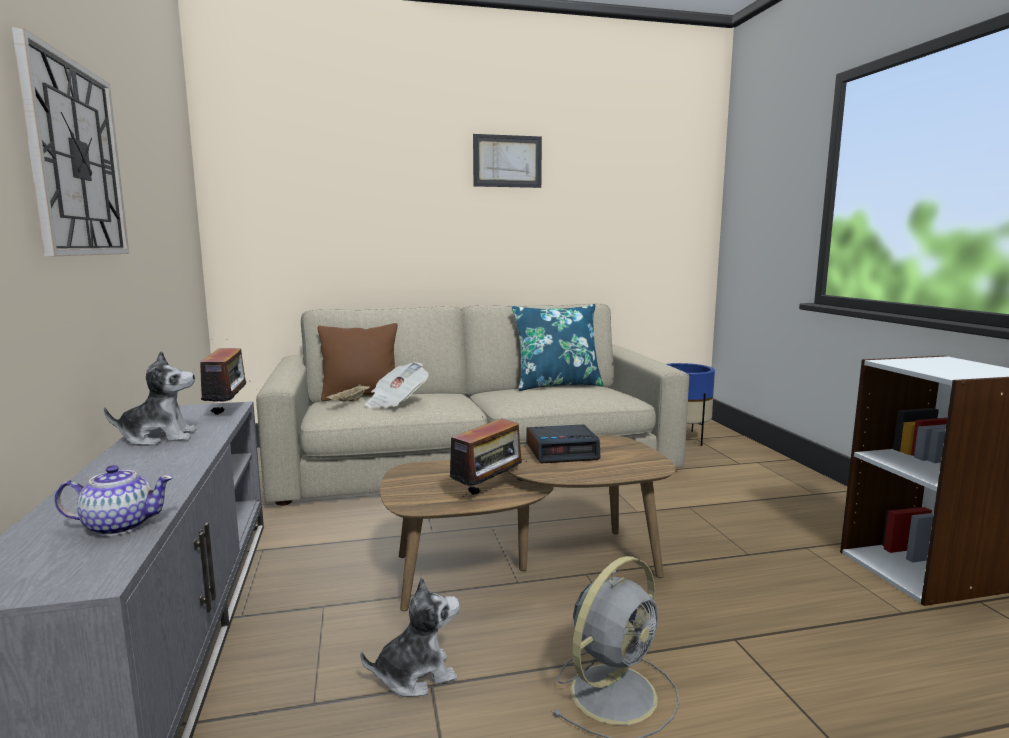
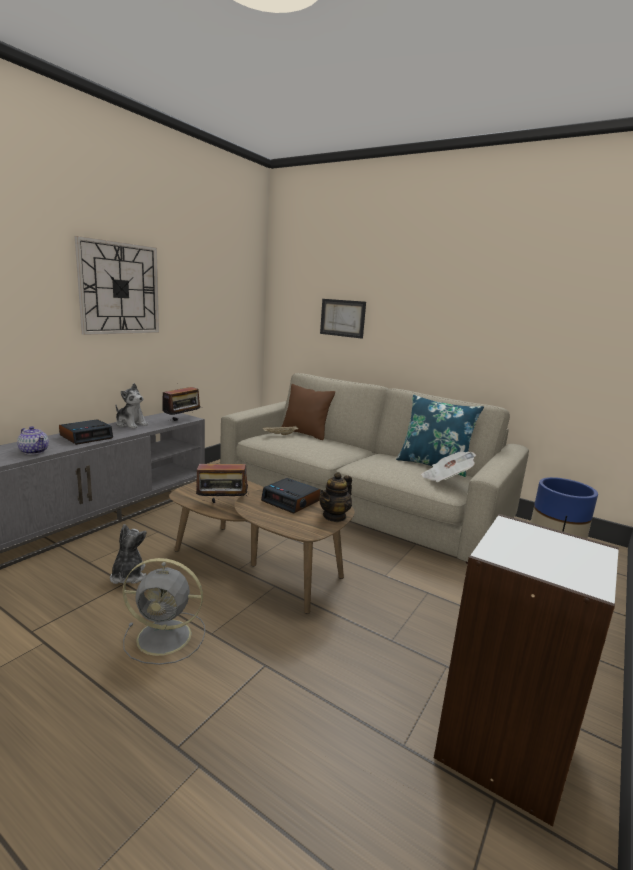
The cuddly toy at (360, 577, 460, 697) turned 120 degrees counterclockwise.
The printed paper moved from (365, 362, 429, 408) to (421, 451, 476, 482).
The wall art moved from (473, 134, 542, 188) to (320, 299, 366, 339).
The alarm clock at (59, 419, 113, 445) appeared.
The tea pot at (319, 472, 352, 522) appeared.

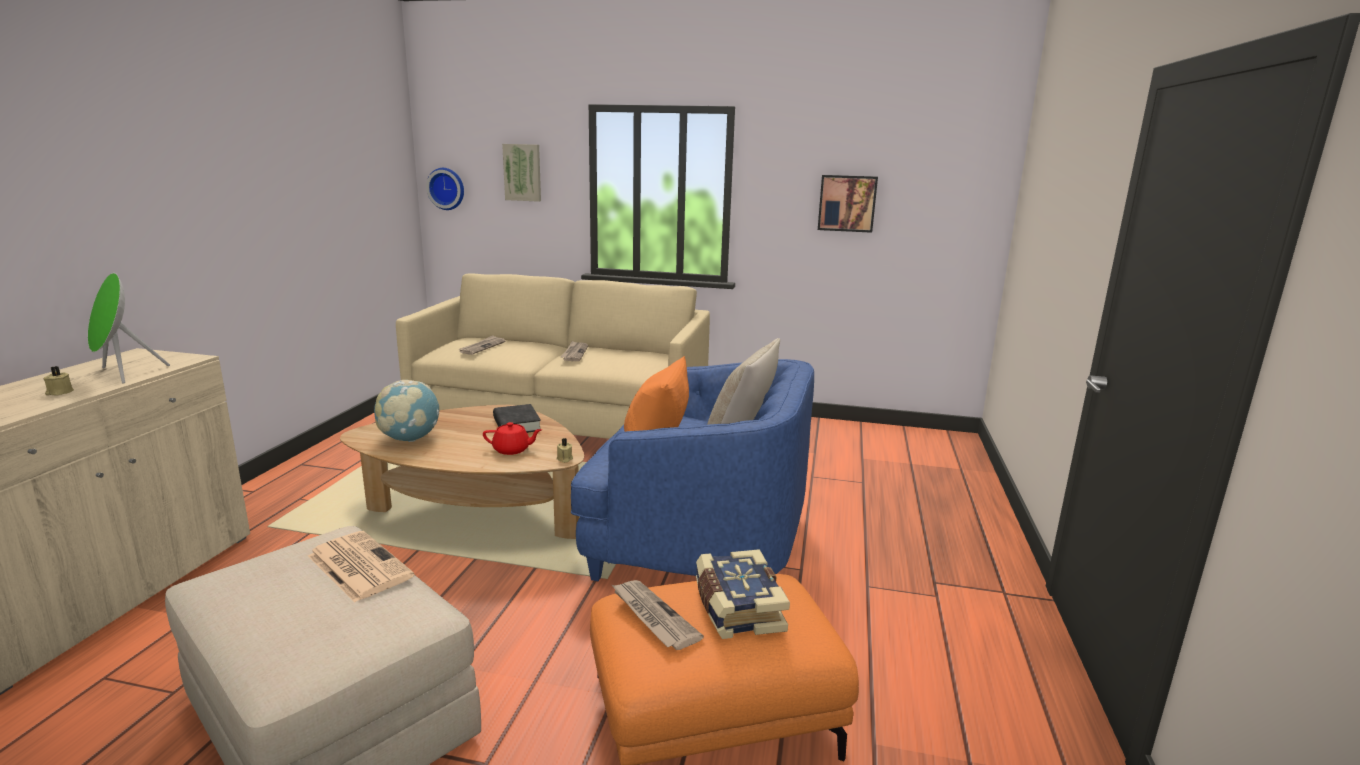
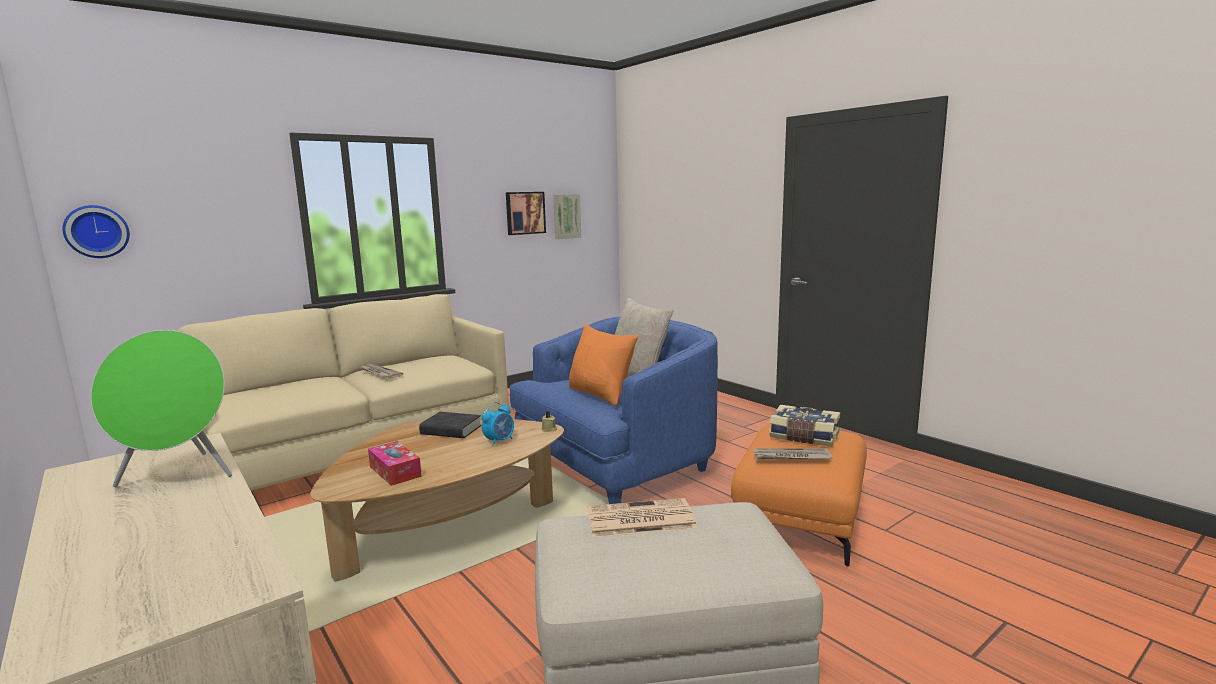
The wax candle/sand-coloured at (43, 366, 74, 396) disappeared.
The desk globe at (374, 380, 440, 442) was replaced by the tissue box at (368, 441, 422, 486).
The printed paper at (458, 335, 506, 355) disappeared.
The tea pot/reddish at (483, 422, 542, 455) was replaced by the alarm clock at (481, 402, 514, 446).
The wall art moved from (502, 144, 541, 202) to (553, 194, 581, 239).

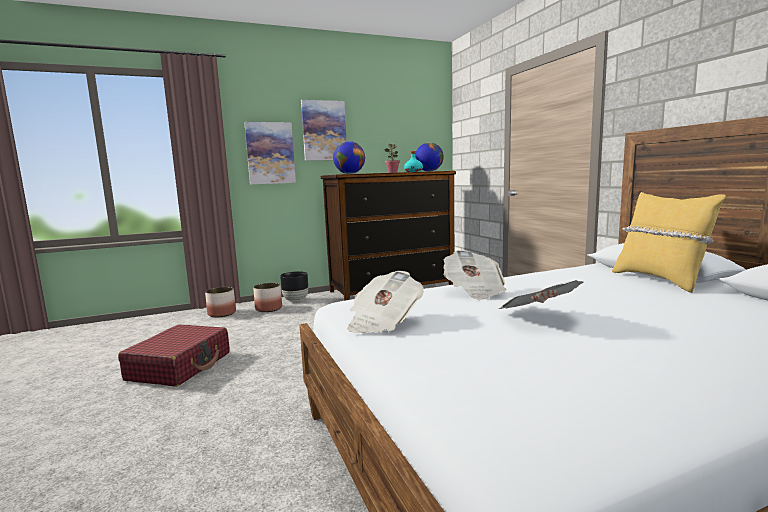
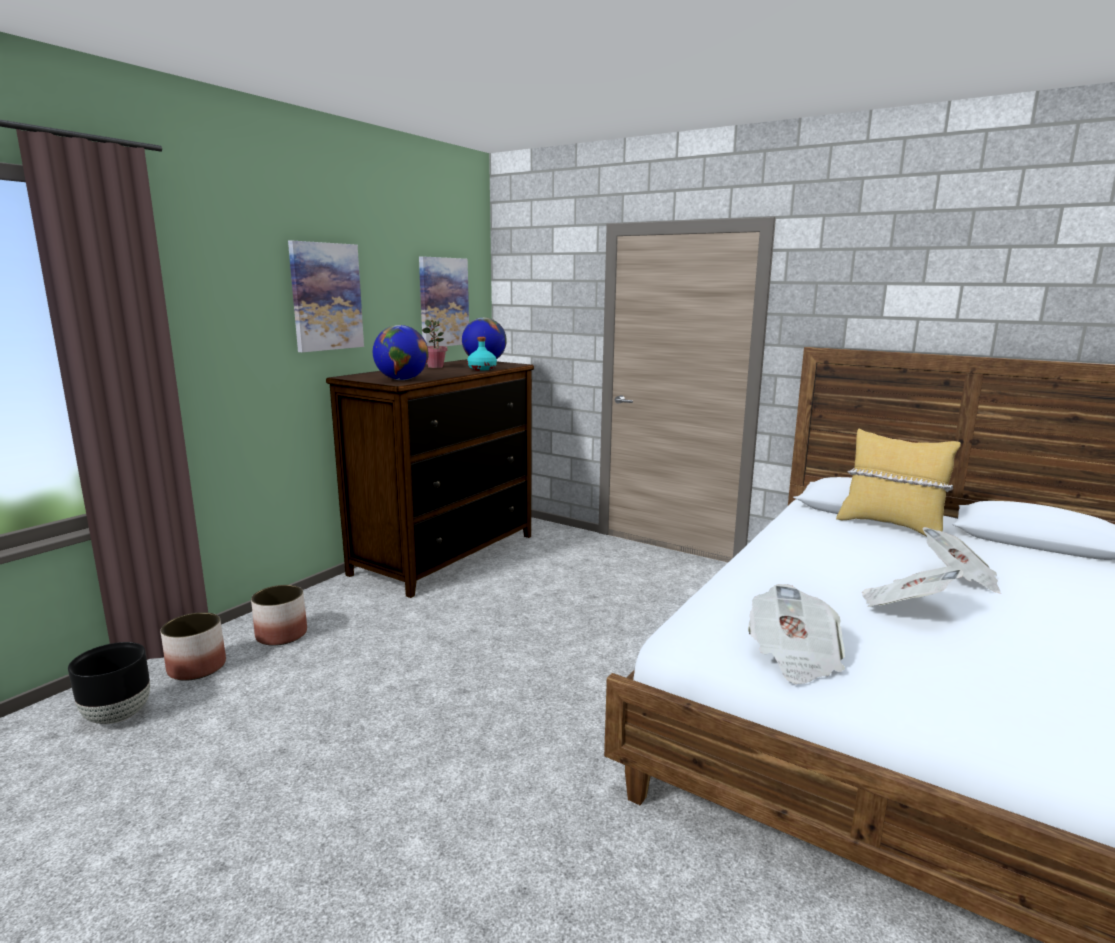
The suitcase/reddish at (118, 324, 230, 387) disappeared.
The wall art moved from (244, 122, 296, 185) to (419, 256, 469, 346).
The flower pot/black-coloured moved from (280, 271, 308, 302) to (68, 642, 150, 724).
The printed paper moved from (444, 250, 506, 300) to (923, 527, 1001, 594).

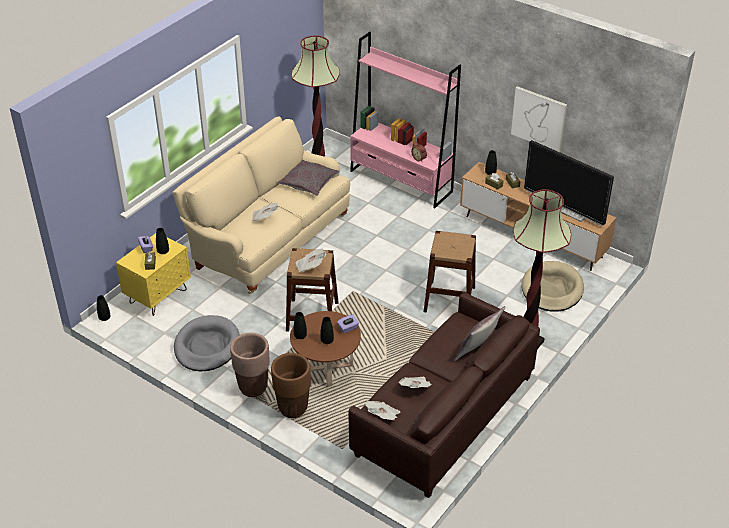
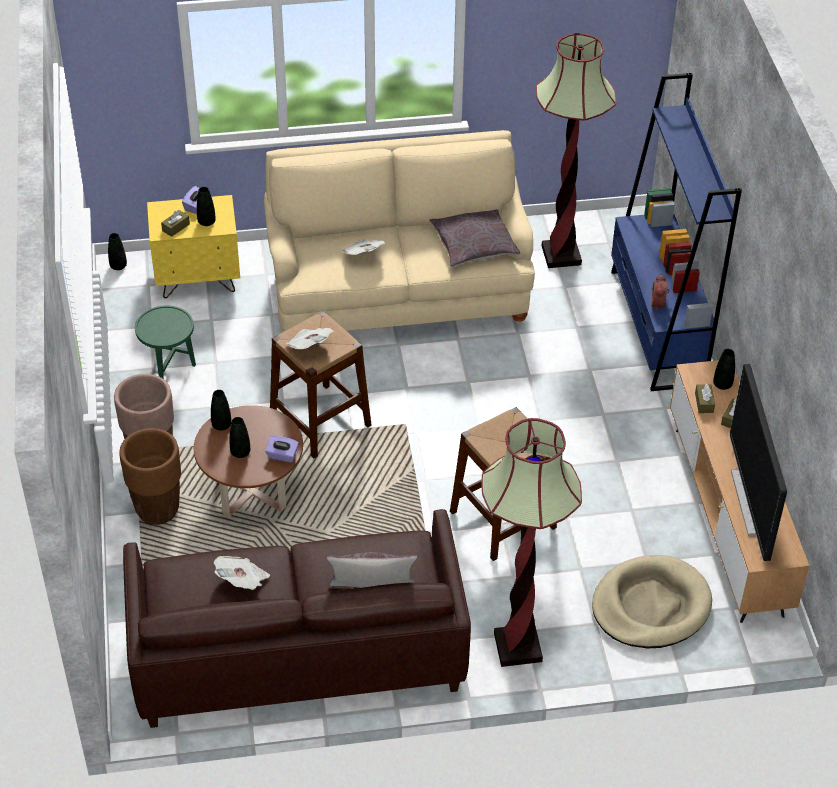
The pet bed/gray at (174, 315, 240, 371) was replaced by the side table/green-coloured at (135, 306, 196, 379).
The bookshelf/pink at (350, 32, 461, 208) became the bookshelf/blue at (611, 73, 742, 391).
The printed paper at (365, 401, 400, 420) disappeared.
The wall art at (511, 86, 567, 152) disappeared.

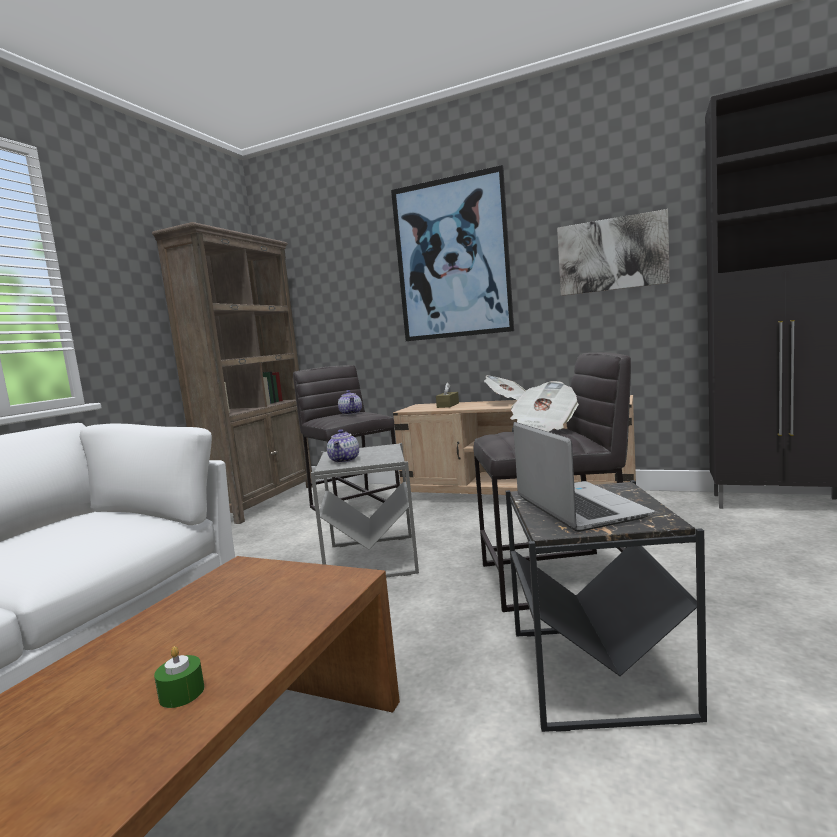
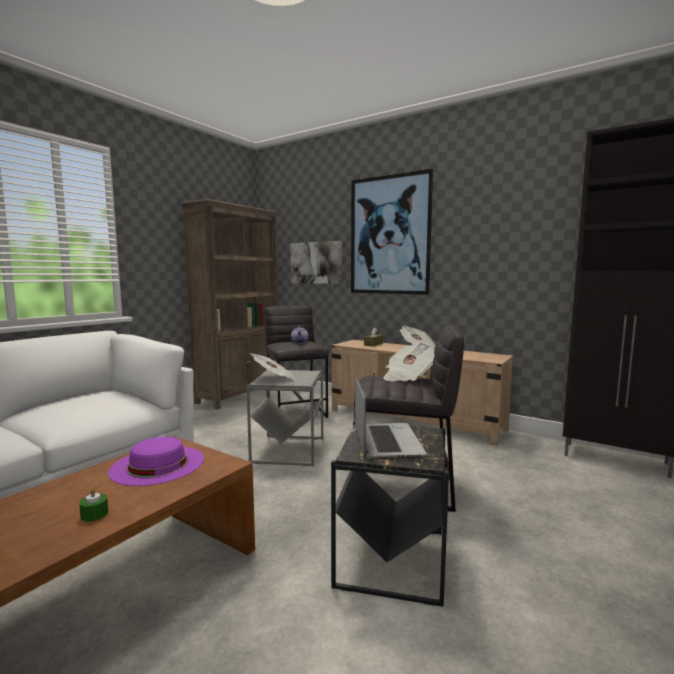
The tea pot at (327, 429, 359, 463) was replaced by the printed paper at (249, 353, 297, 380).
The wall art moved from (557, 209, 670, 296) to (291, 241, 342, 284).
The clothing hat/purple-coloured at (108, 437, 204, 486) appeared.

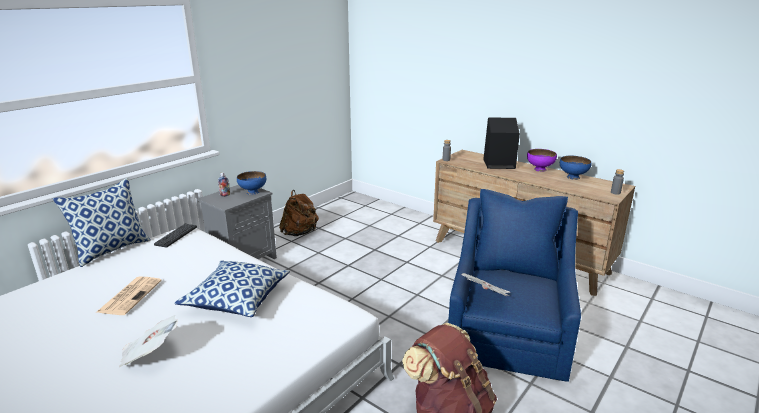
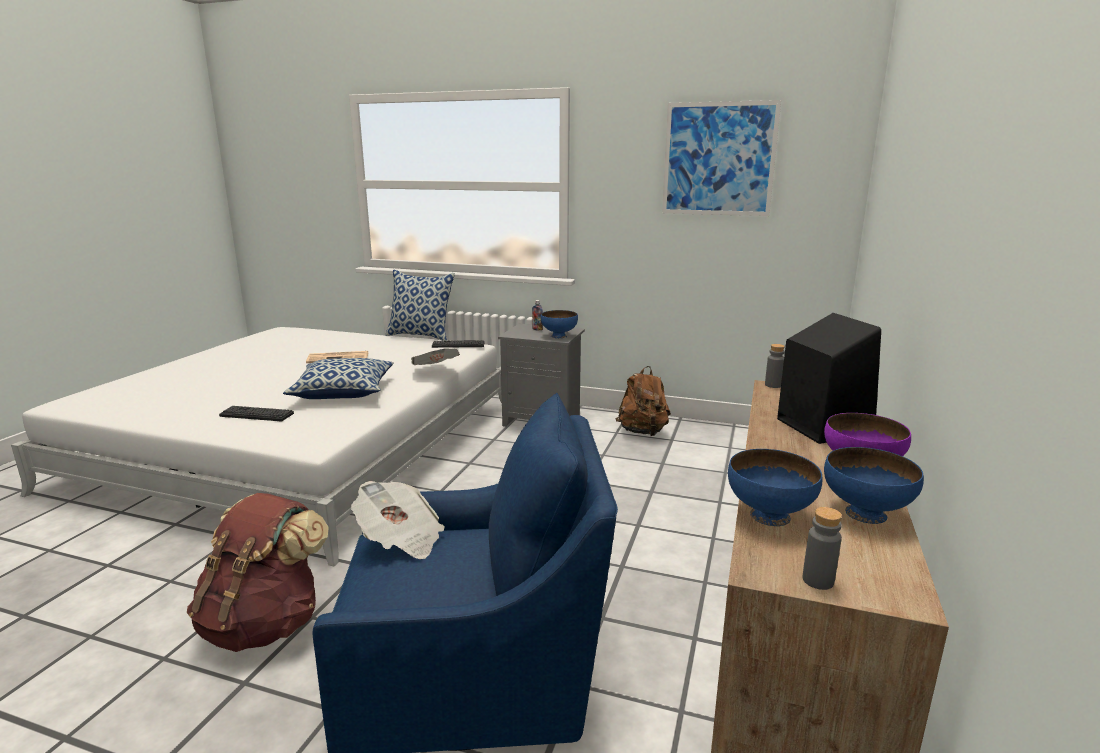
The printed paper moved from (119, 315, 178, 367) to (411, 348, 460, 365).
The keyboard at (219, 406, 294, 421) appeared.
The wall art at (662, 100, 781, 216) appeared.
The serving bowl/blue at (728, 449, 822, 526) appeared.

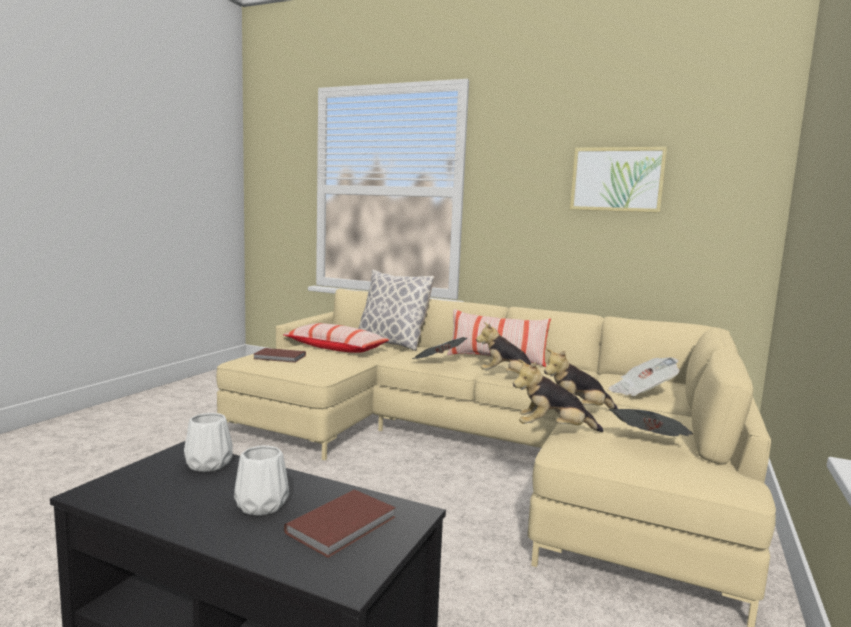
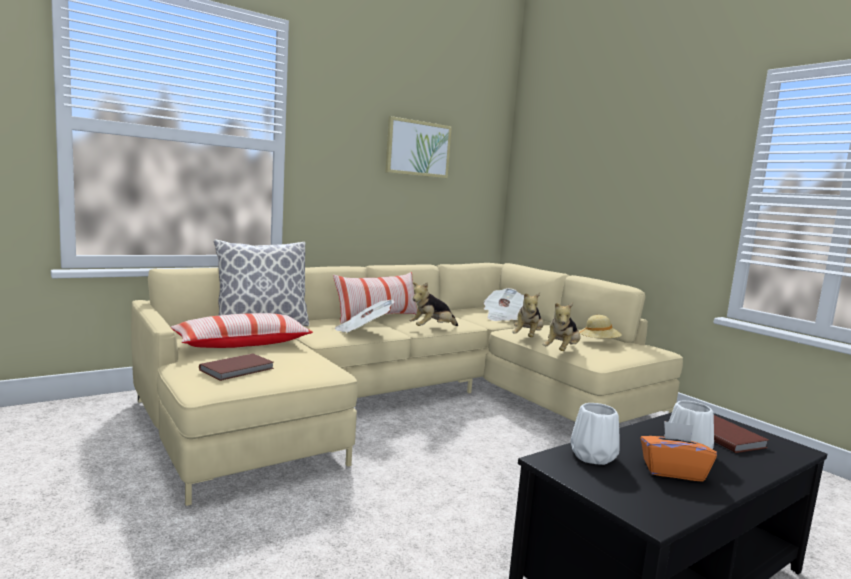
The printed paper at (609, 409, 693, 436) was replaced by the clothing hat/sand-coloured at (579, 315, 622, 338).
The tissue box/orange at (640, 421, 717, 481) appeared.

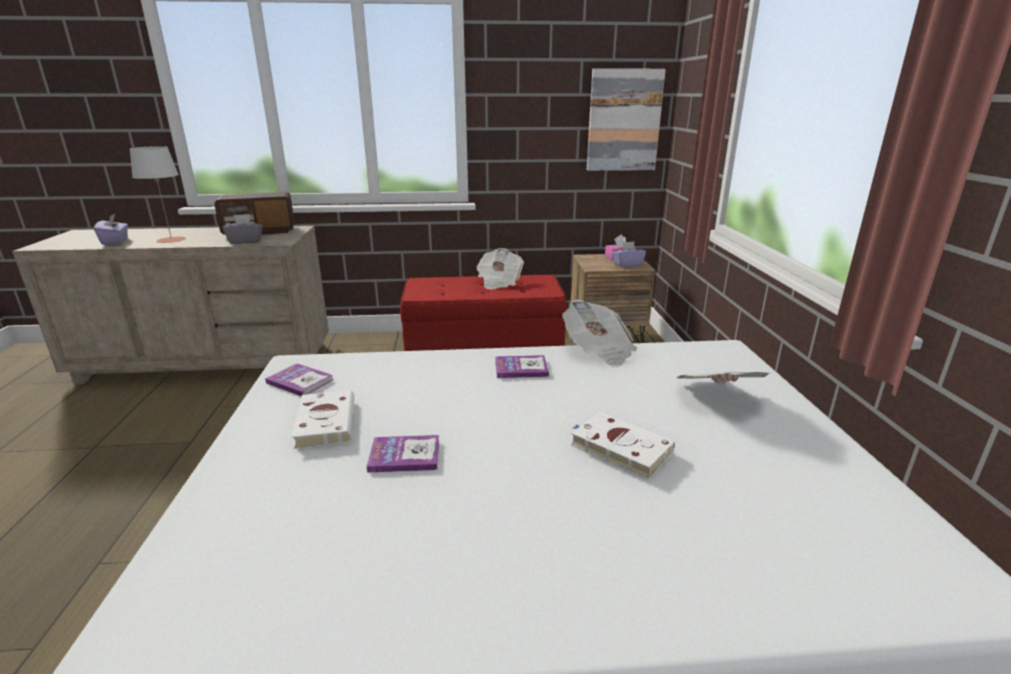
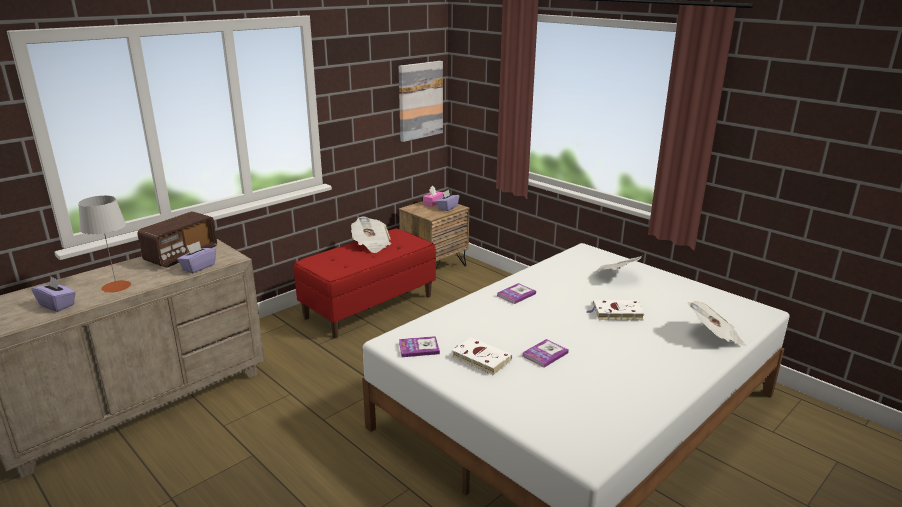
The tissue box/gray at (223, 214, 263, 244) became the tissue box/purple-coloured at (177, 241, 216, 273).
The printed paper moved from (562, 300, 637, 368) to (688, 301, 746, 346).

